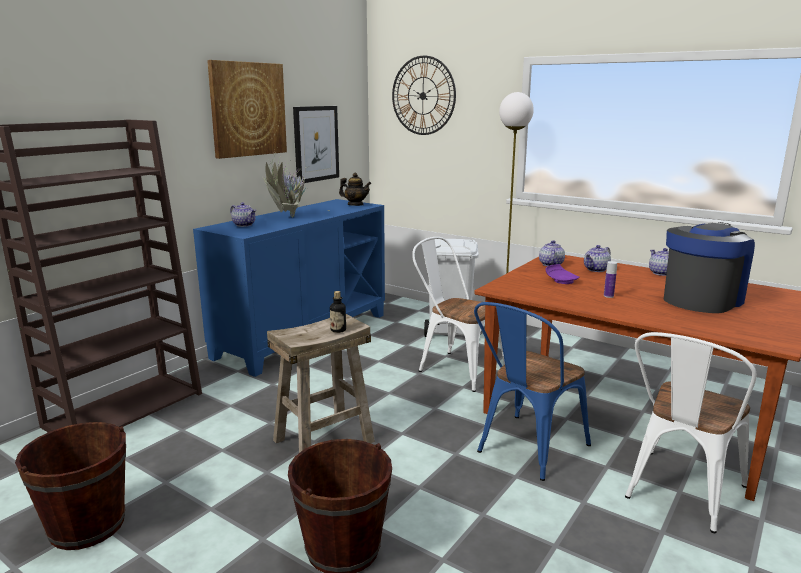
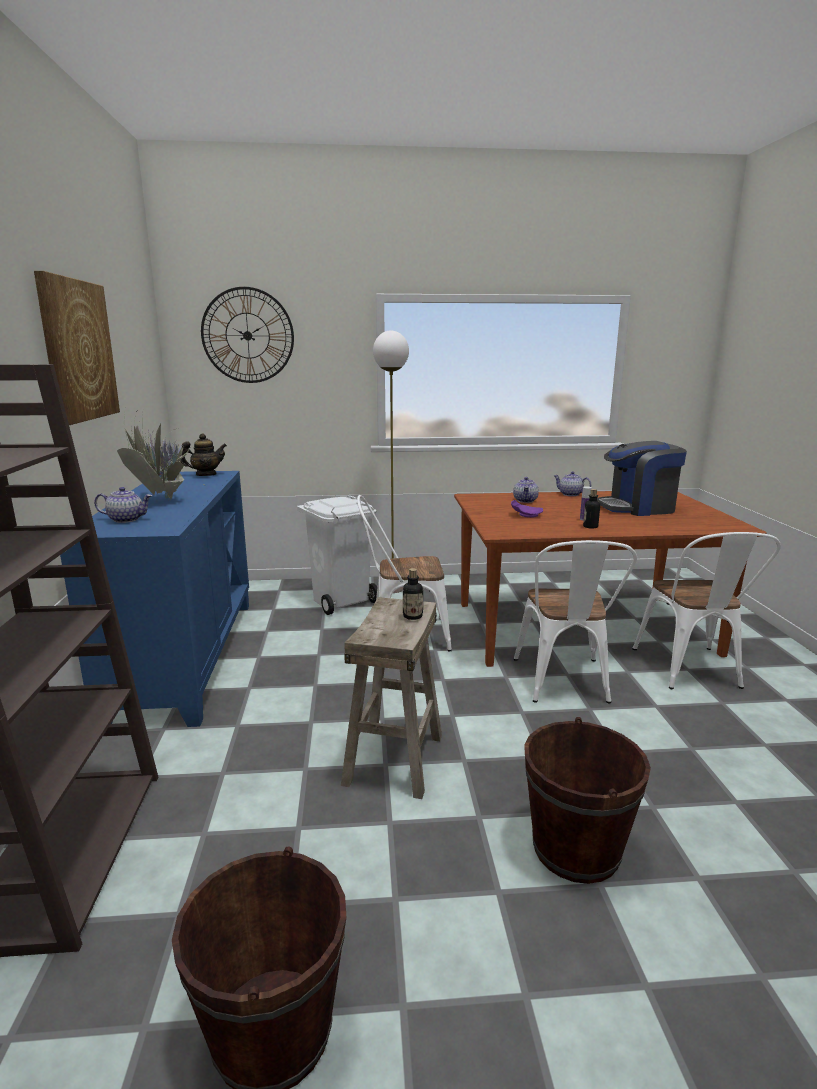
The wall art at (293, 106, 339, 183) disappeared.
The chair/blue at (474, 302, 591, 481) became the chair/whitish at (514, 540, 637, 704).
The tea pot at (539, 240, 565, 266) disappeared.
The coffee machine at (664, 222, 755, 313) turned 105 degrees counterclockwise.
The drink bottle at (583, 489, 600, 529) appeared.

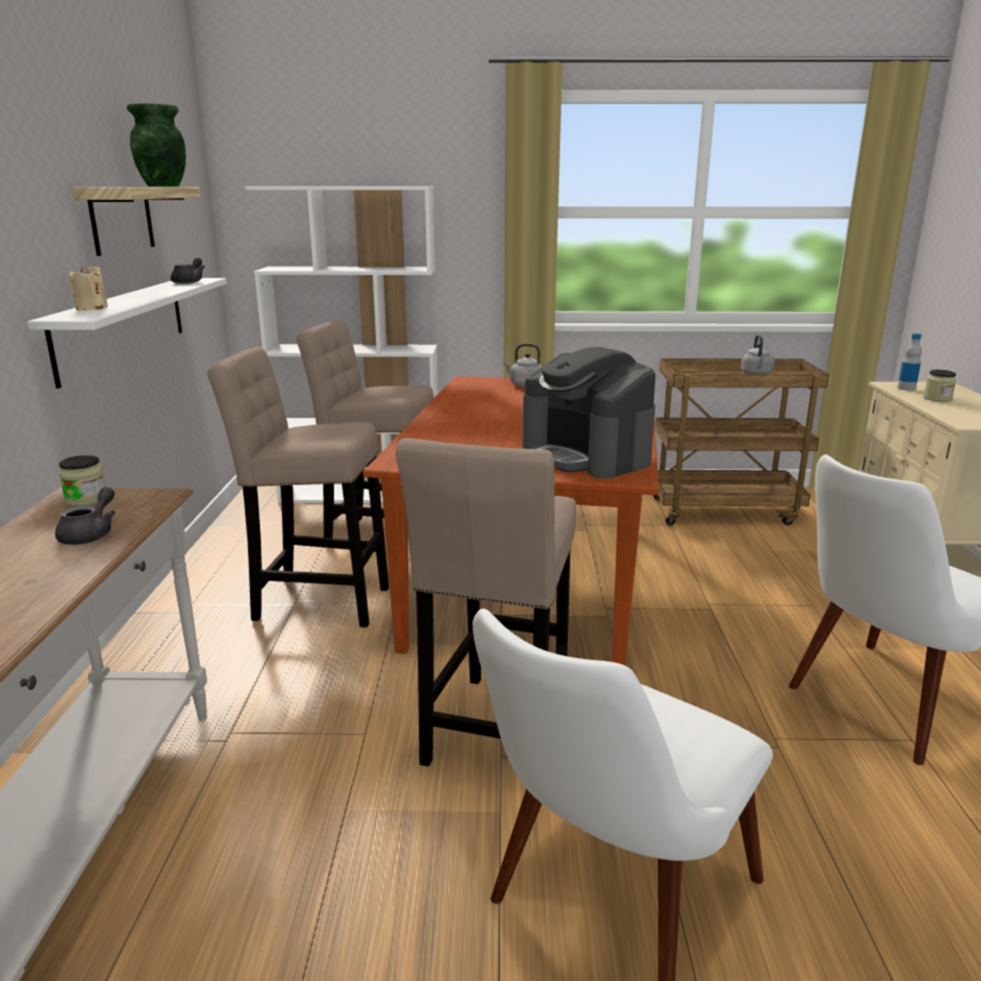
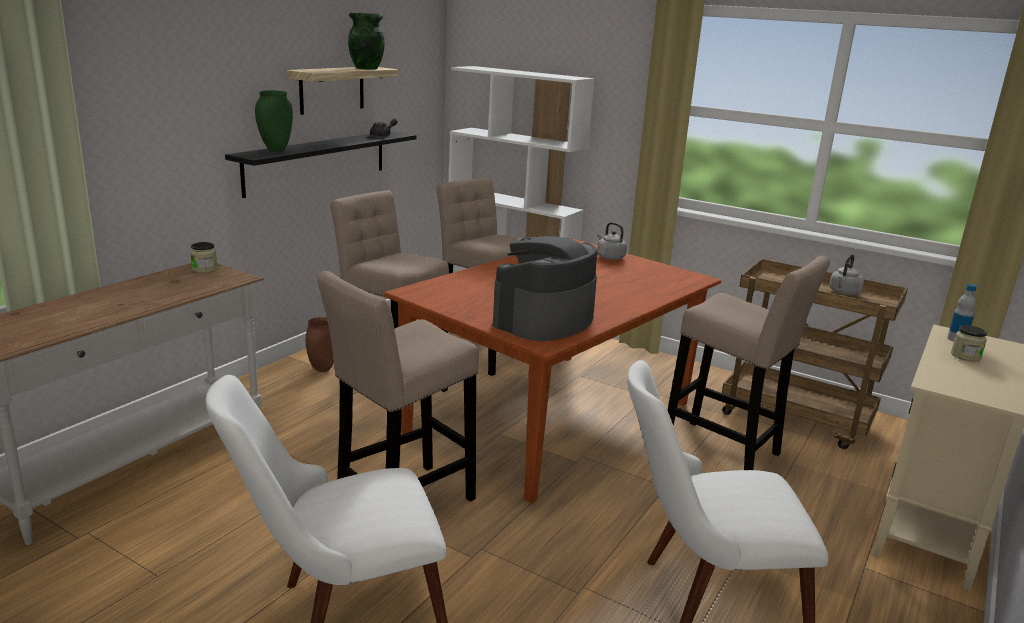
The bracket shelf/whitish at (27, 278, 227, 389) became the bracket shelf/black-coloured at (225, 131, 417, 198).
The tea pot/gray at (55, 487, 115, 545) disappeared.
The wax candle/sand-coloured at (69, 264, 108, 310) was replaced by the decorative vase/green-coloured at (255, 90, 293, 152).
The coffee machine at (522, 347, 656, 479) turned 45 degrees clockwise.
The decorative vase/brown-coloured at (306, 317, 334, 372) appeared.
The sitting stool/sand-coloured at (668, 256, 830, 470) appeared.

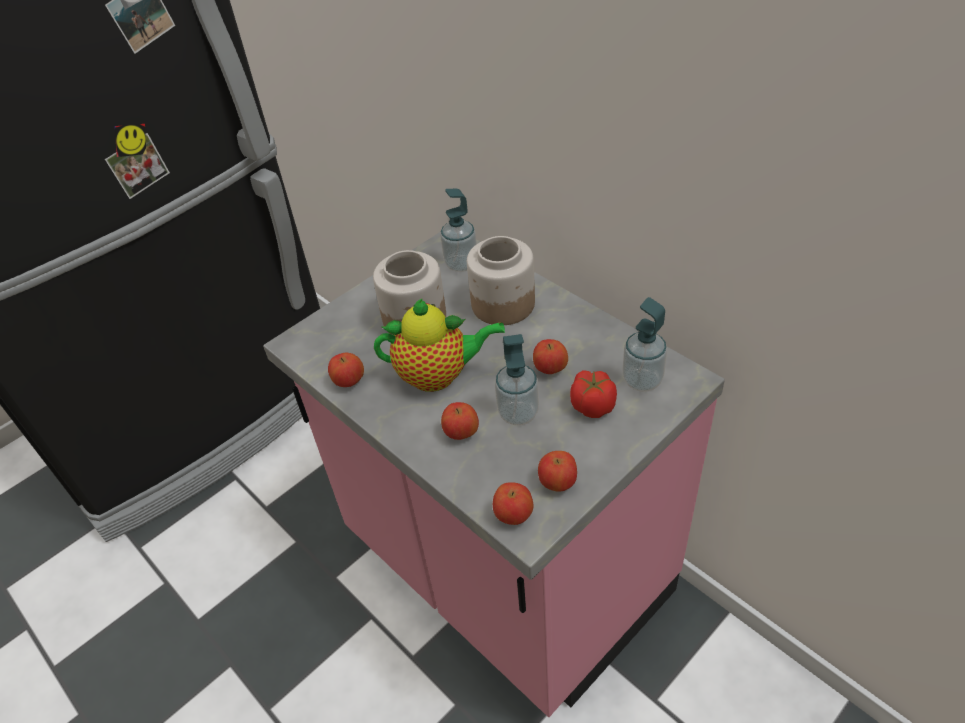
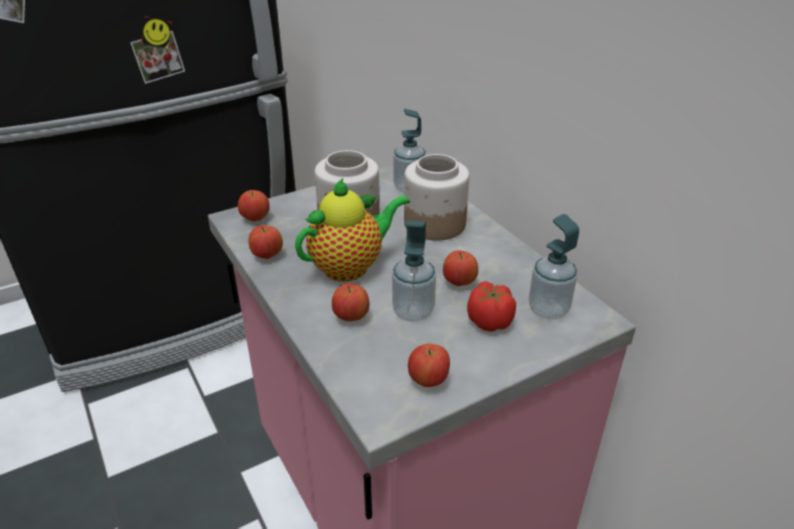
The tea pot at (374, 299, 505, 392) turned 45 degrees counterclockwise.
The whole apple moved from (493, 482, 534, 525) to (238, 190, 270, 222).

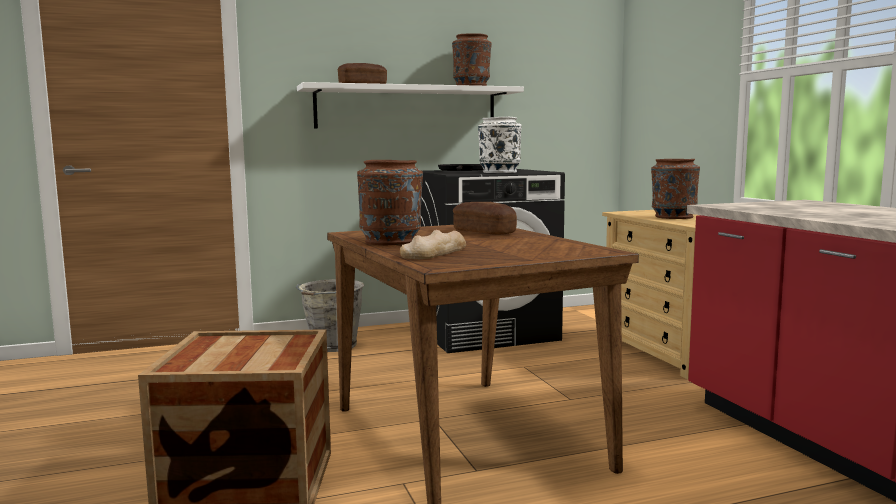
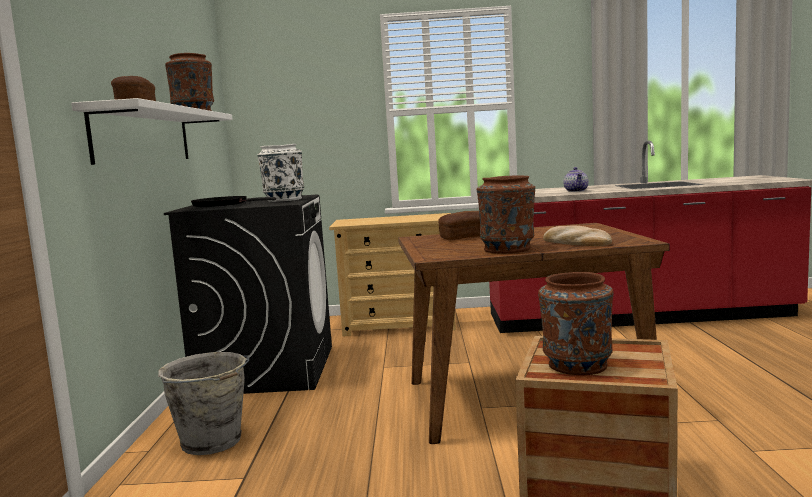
The decorative vase/brown-coloured moved from (651, 159, 700, 219) to (538, 272, 613, 375).
The tea pot at (563, 167, 589, 192) appeared.

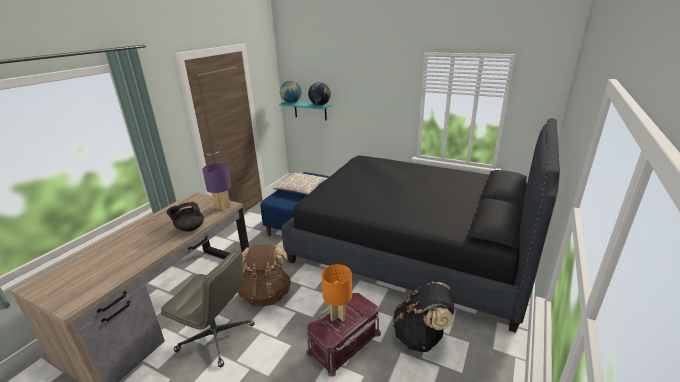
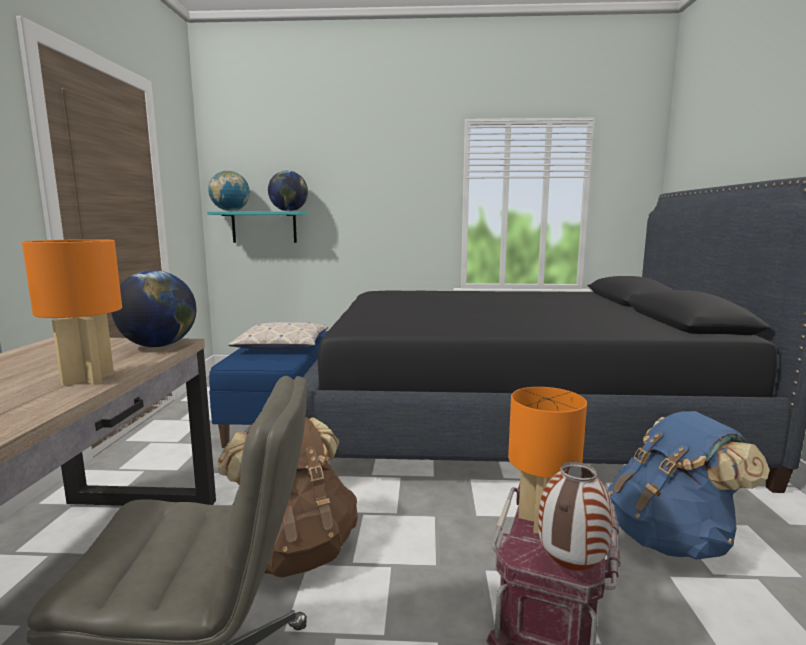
The tea pot/black-coloured at (167, 202, 204, 231) was replaced by the lamp for a table/orange at (22, 239, 122, 386).
The lamp for a table/purple-coloured at (202, 163, 231, 211) was replaced by the desk globe at (111, 270, 196, 347).
The rucksack/black-coloured at (393, 282, 454, 352) became the rucksack/blue at (607, 411, 770, 560).
The decorative vase at (538, 462, 613, 571) appeared.

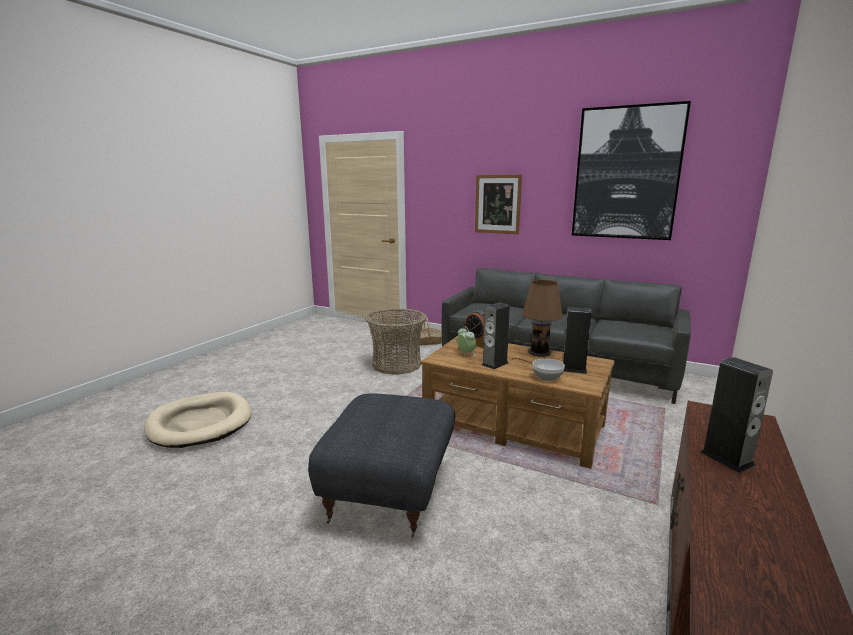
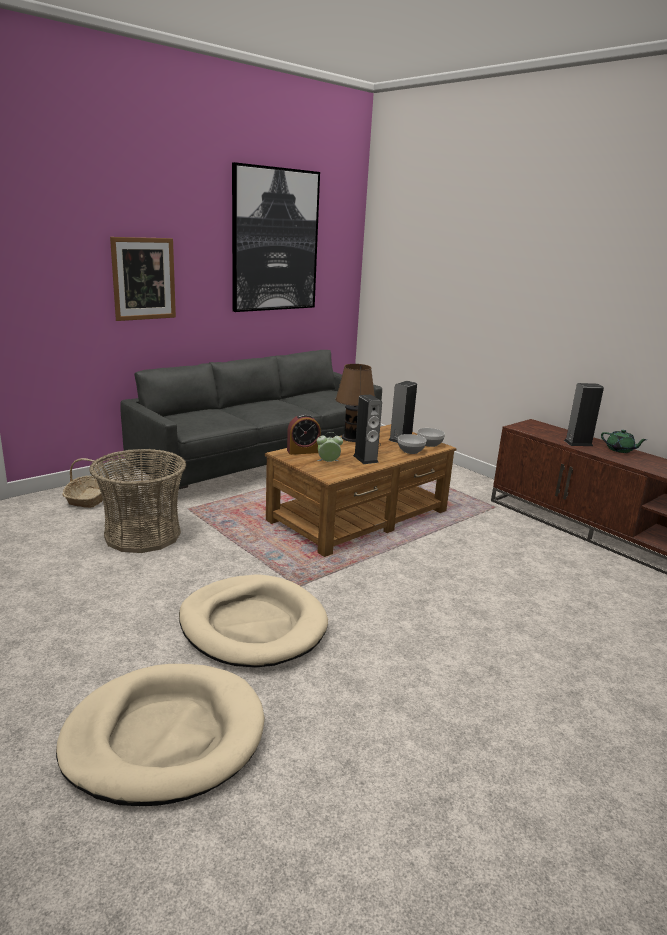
The footrest/gray at (308, 393, 455, 537) disappeared.
The pet bed/sand-coloured at (179, 574, 328, 668) appeared.
The serving bowl at (417, 428, 445, 447) appeared.
The tea pot/green-coloured at (601, 430, 647, 453) appeared.

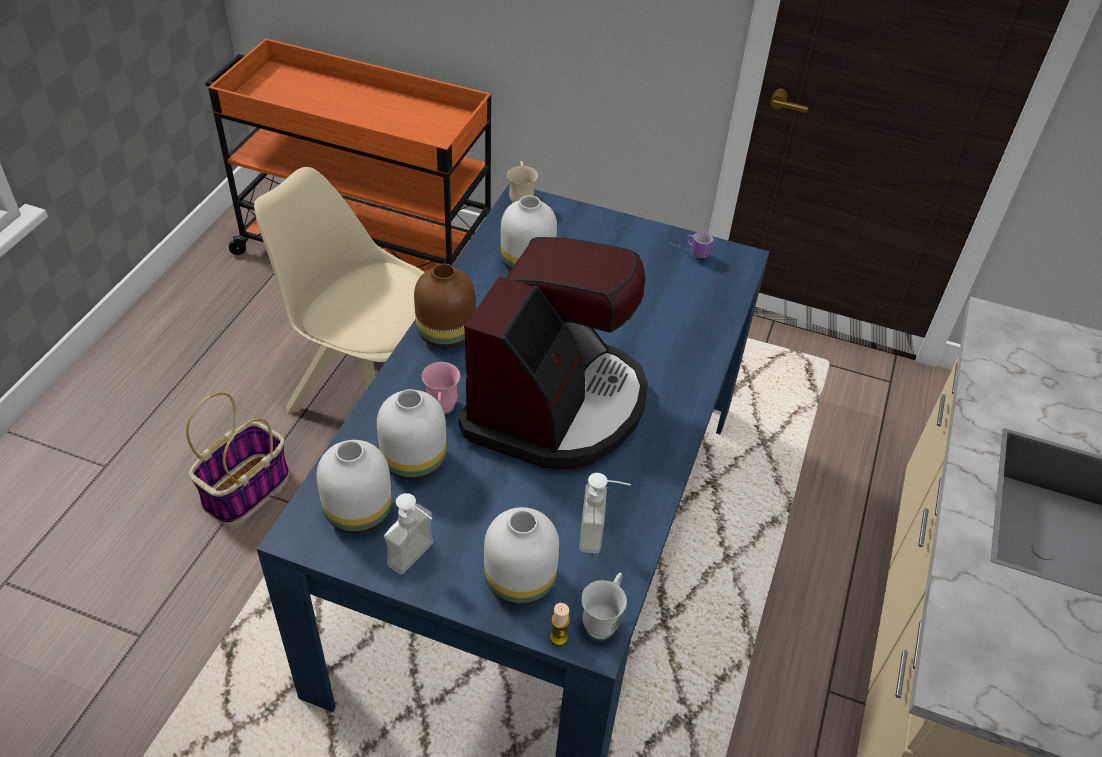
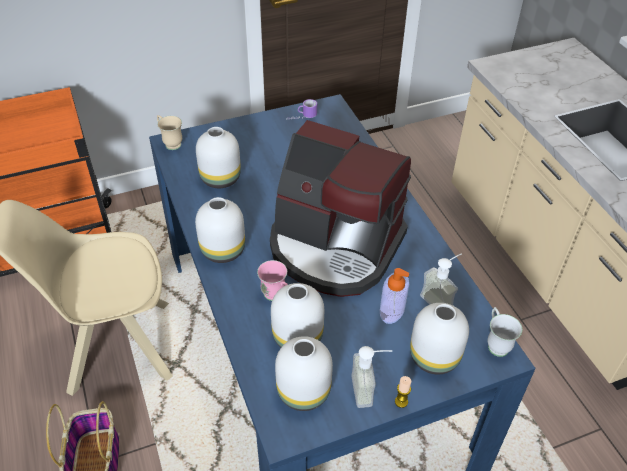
The decorative vase/brown-coloured at (414, 264, 475, 349) became the decorative vase/whitish at (195, 197, 245, 263).
The coffee machine at (458, 237, 648, 469) turned 135 degrees clockwise.
The wax candle moved from (550, 603, 570, 646) to (395, 376, 411, 408).
The soap bottle at (380, 268, 409, 324) appeared.

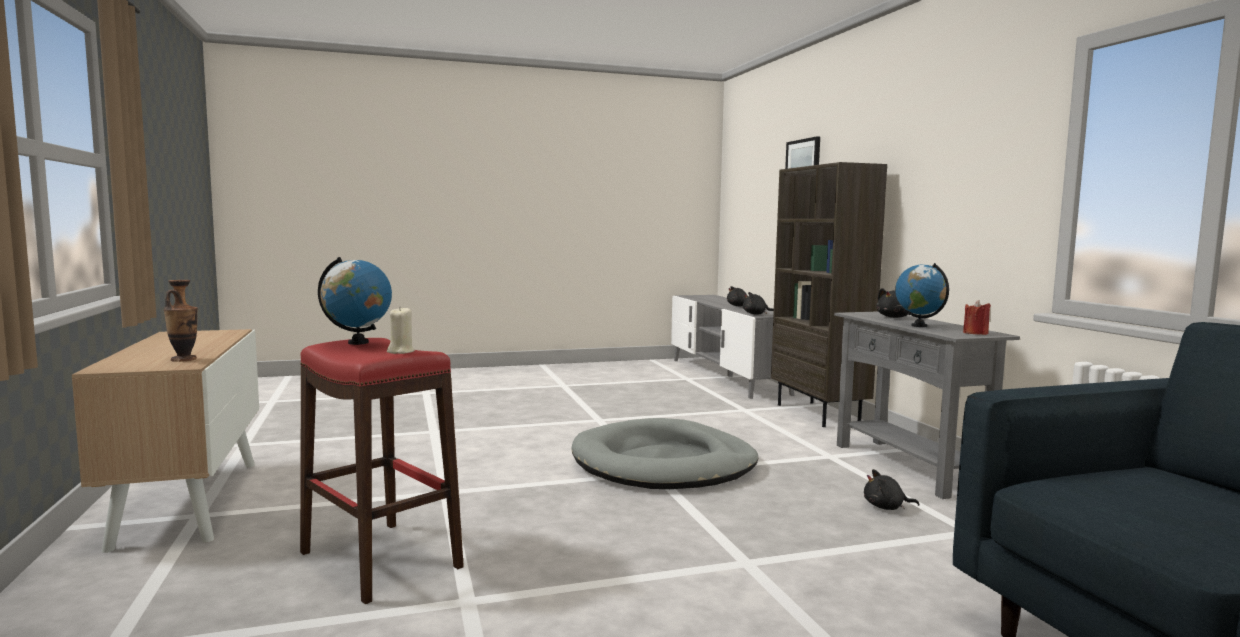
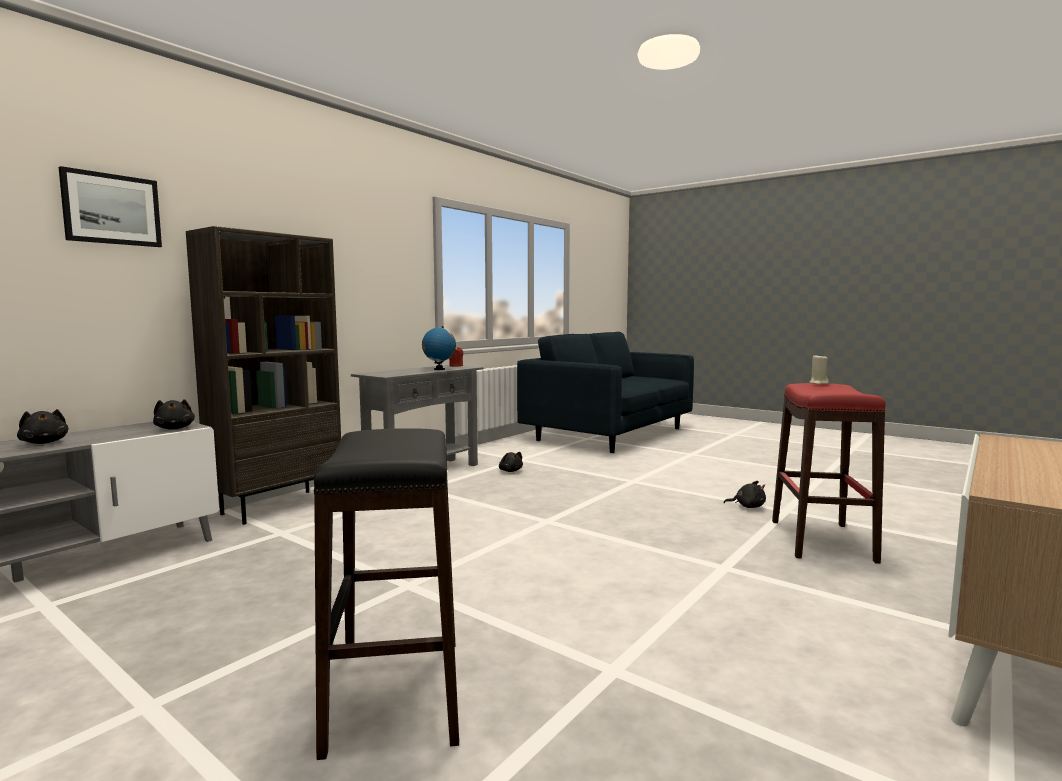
The decorative vase at (164, 280, 198, 362) disappeared.
The desk globe at (318, 257, 392, 345) disappeared.
The pet bed/gray at (571, 418, 758, 489) disappeared.
The cuddly toy/black-coloured moved from (876, 288, 909, 318) to (724, 481, 766, 508).
The sitting stool/black-coloured at (313, 428, 459, 760) appeared.

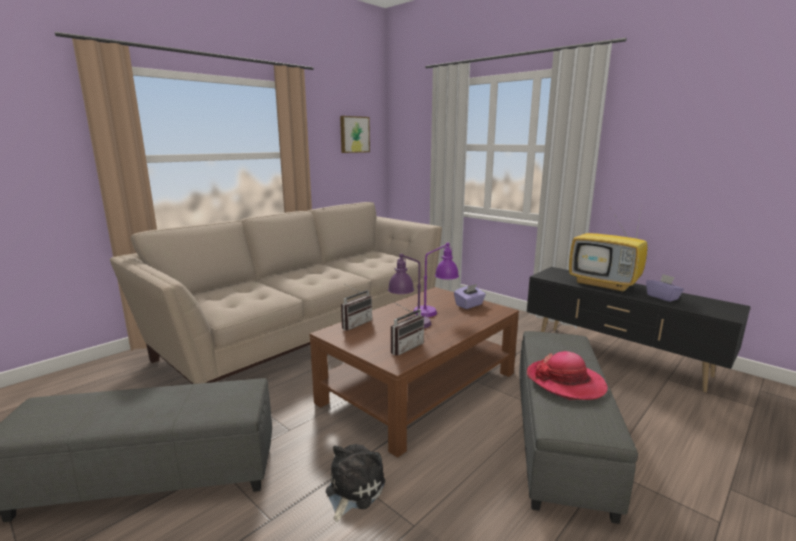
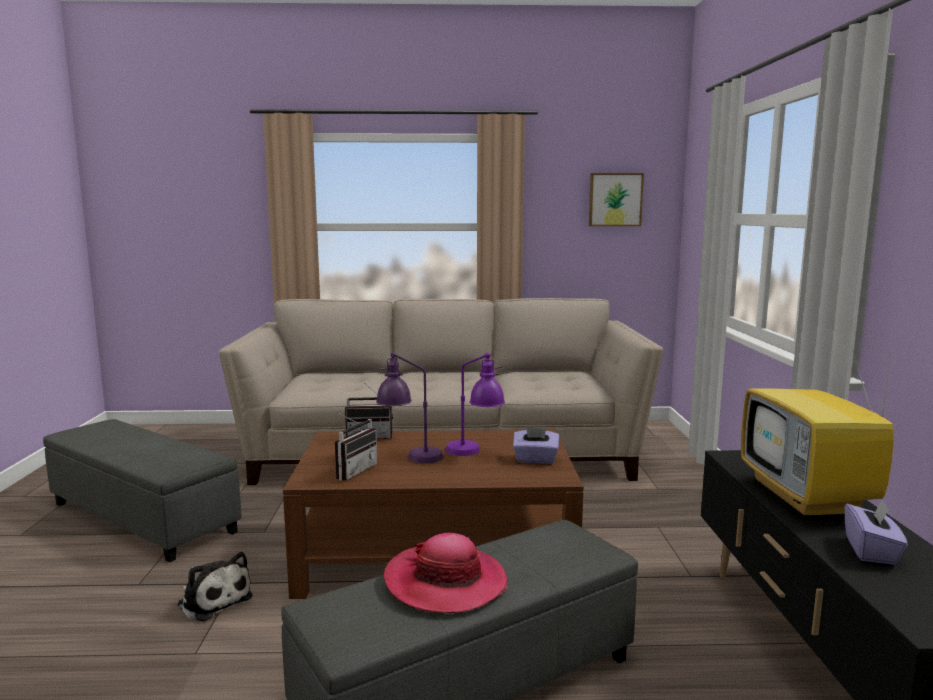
The cuddly toy at (326, 444, 385, 522) turned 60 degrees clockwise.
The radio set at (391, 302, 424, 356) turned 60 degrees counterclockwise.

